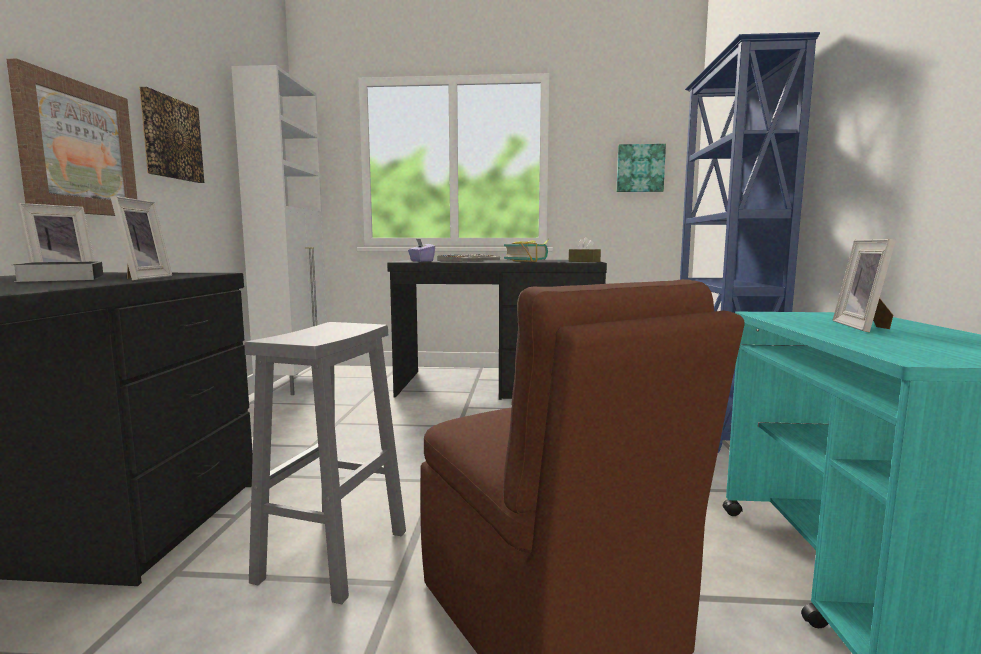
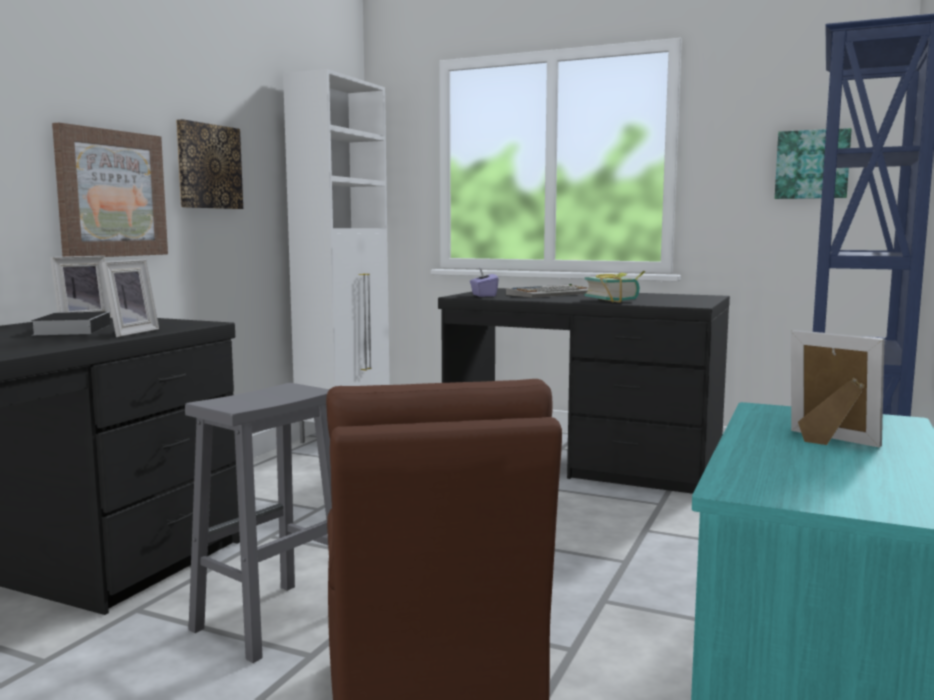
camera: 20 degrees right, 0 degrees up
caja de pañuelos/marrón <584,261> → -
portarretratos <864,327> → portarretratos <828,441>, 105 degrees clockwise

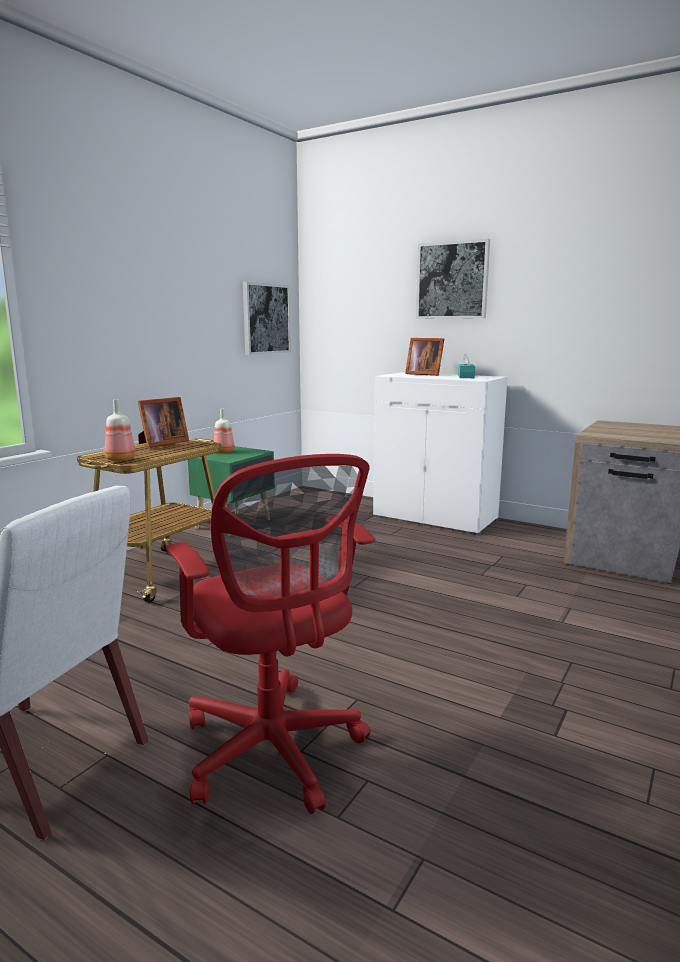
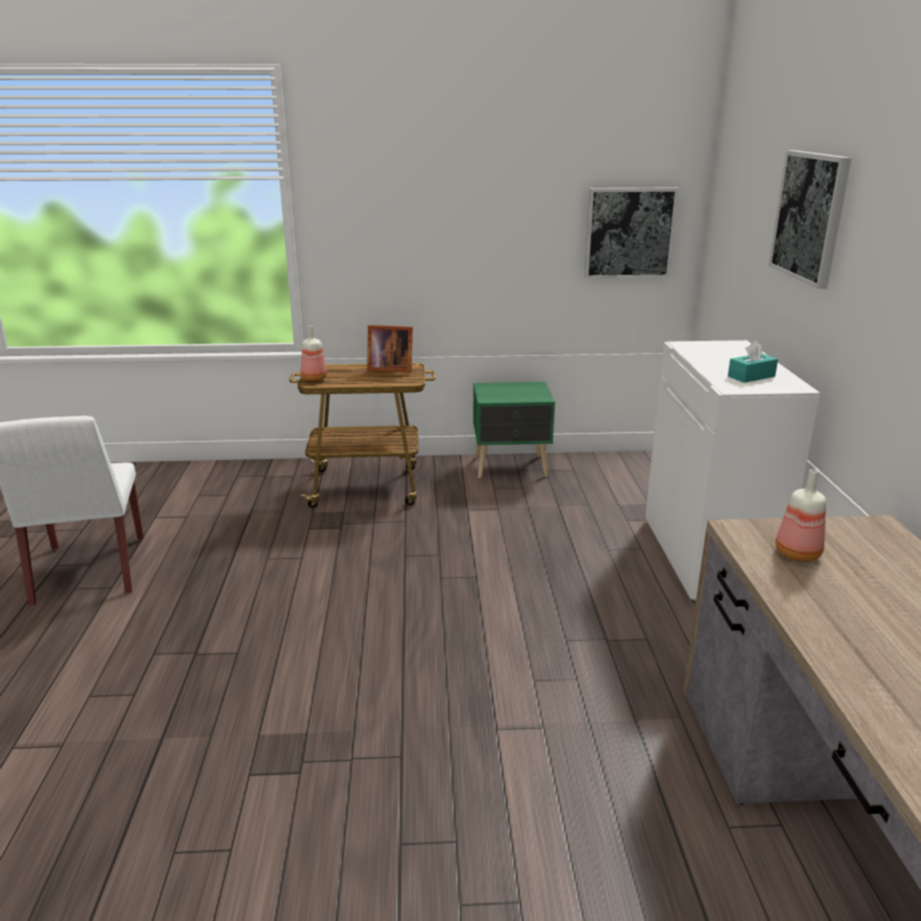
camera: 55 degrees right, 10 degrees up
portarretratos <423,374> → -
botella <224,452> → botella <798,554>, relocated
silla de oficina/rojo <275,753> → -

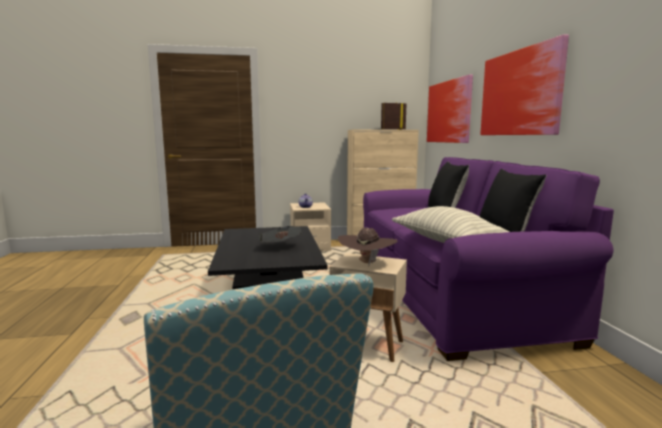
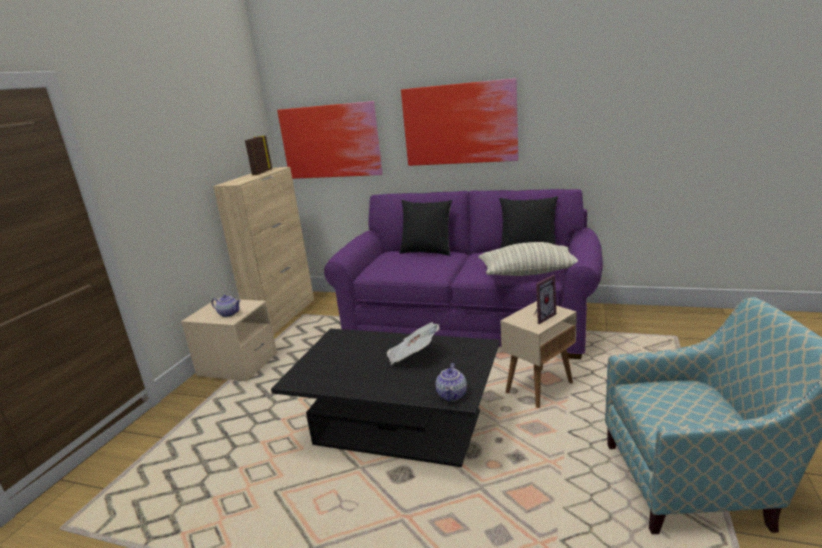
camera: 60 degrees left, 10 degrees up
sombrero/marrón <367,263> → portarretratos <541,317>
- → tetera <452,395>

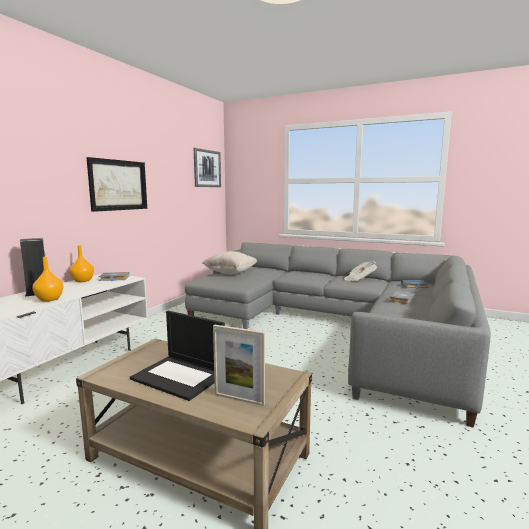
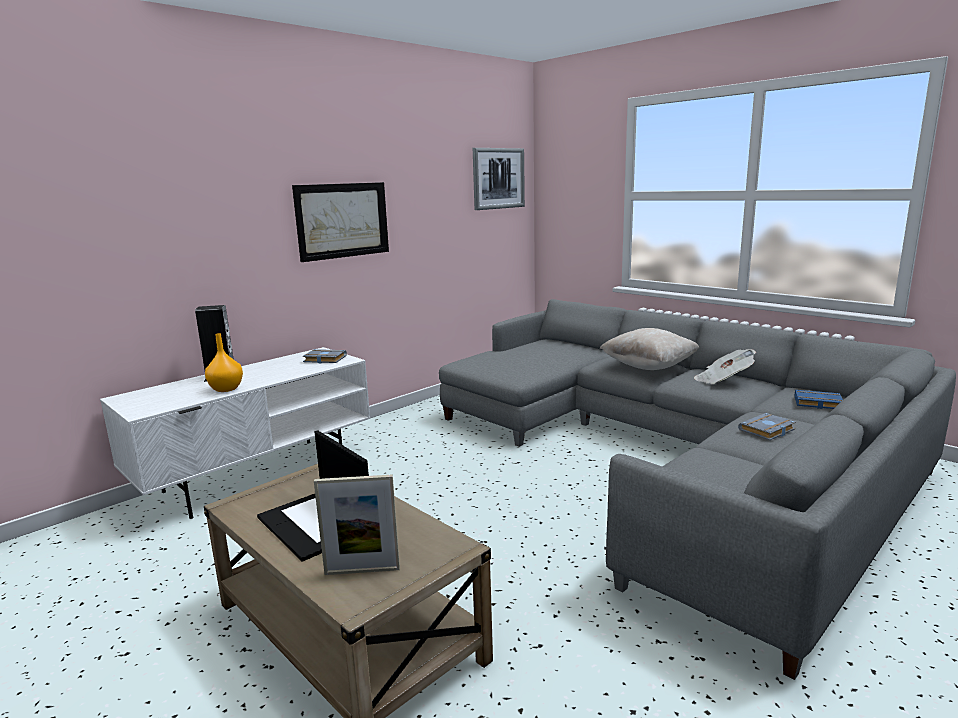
camera: 20 degrees right, 5 degrees up
florero/naranja <82,281> → -
cojín/beis <230,273> → cojín/beis <648,367>, relocated
portarretratos <239,399> → portarretratos <362,571>, 45 degrees counterclockwise

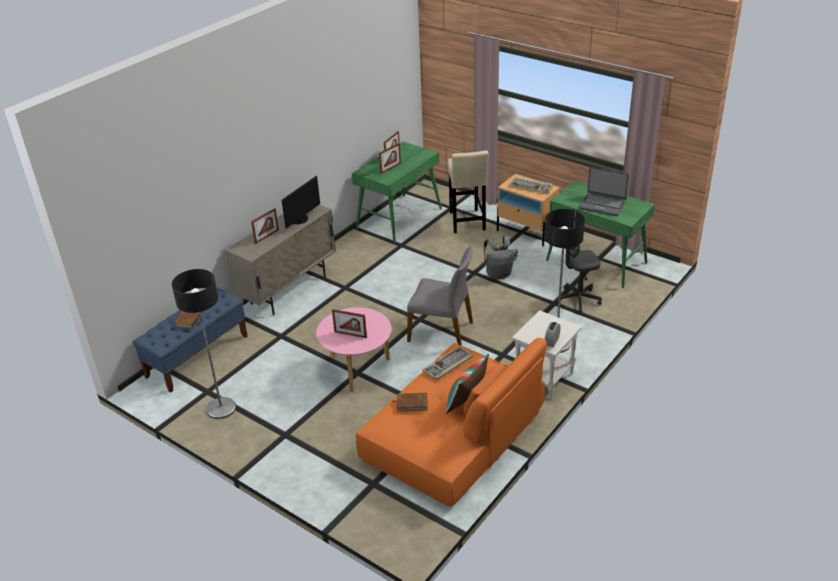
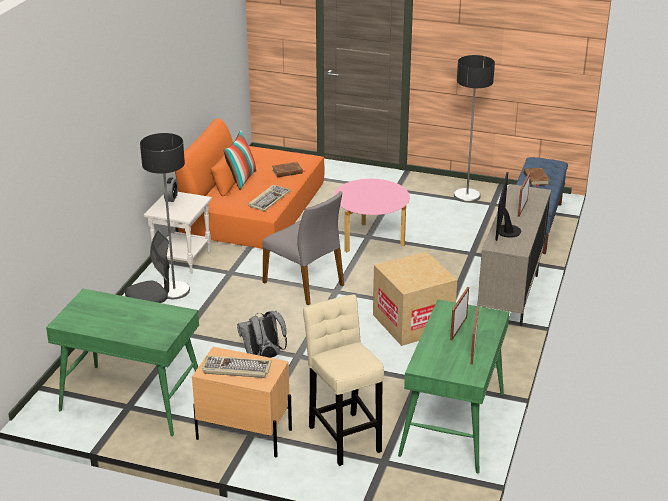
camera: 160 degrees right, 5 degrees down
portátil <602,205> → -
silla/gris <441,331> → silla/gris <305,283>, 135 degrees counterclockwise
portarretratos <350,334> → -
- → caja de cartón <413,322>

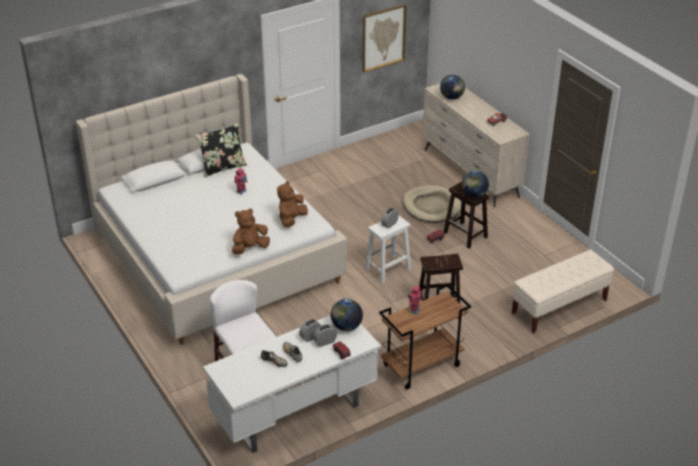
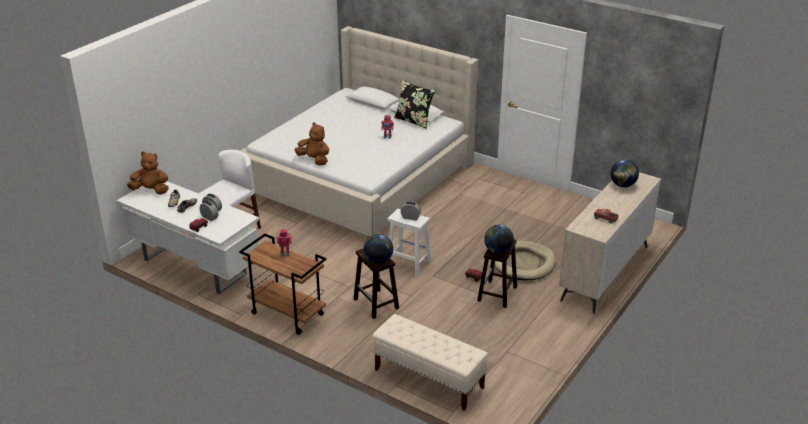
camera: 65 degrees right, 5 degrees down
cuadro <383,38> → -
peluche/marrón <291,219> → peluche/marrón <151,190>, relocated
globo terráqueo <346,326> → globo terráqueo <378,260>, relocated

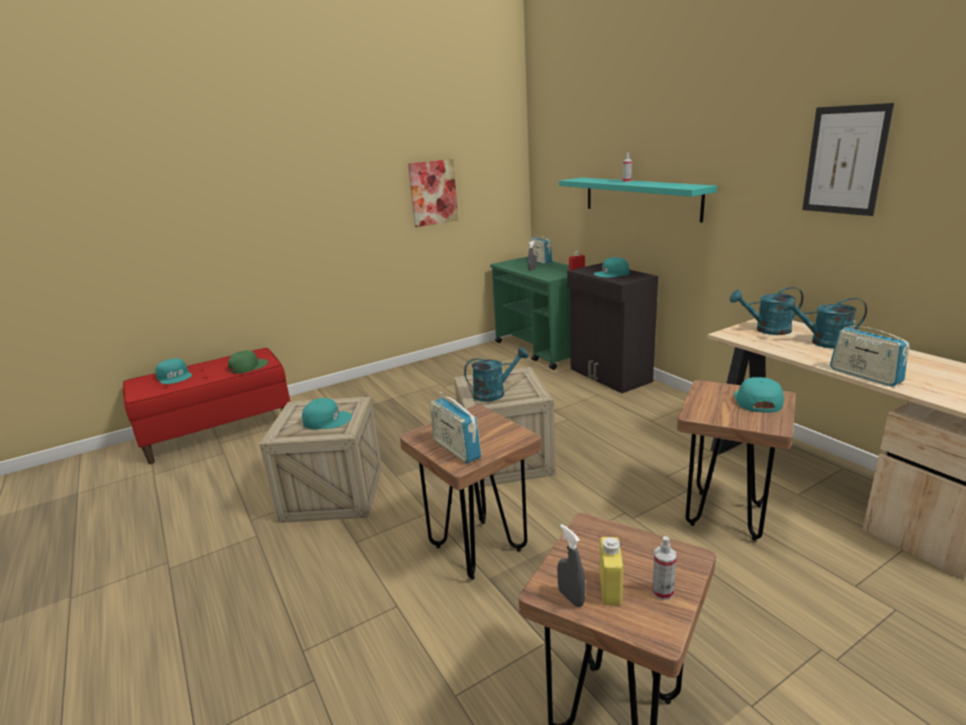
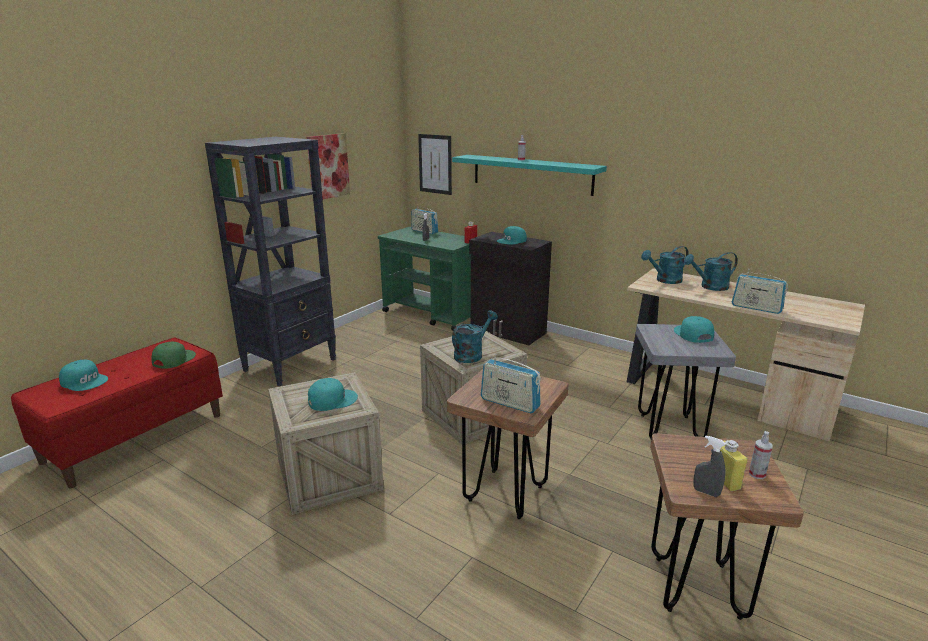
camera: 25 degrees left, 0 degrees up
cuadro <845,160> → cuadro <435,164>, relocated
taburete/marrón <725,515> → taburete/gris <669,428>
- → estantería/negro <291,365>

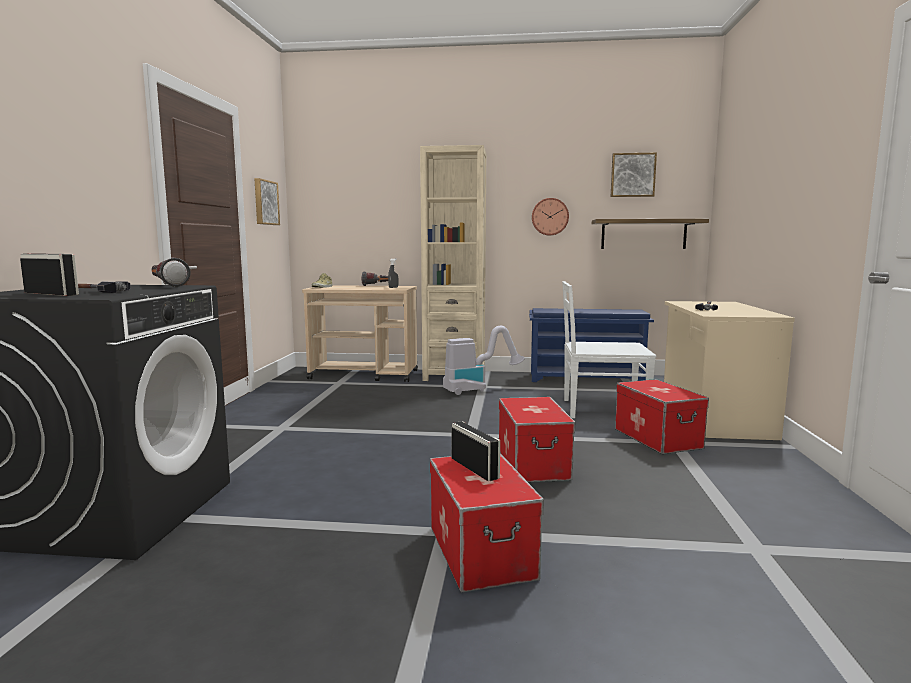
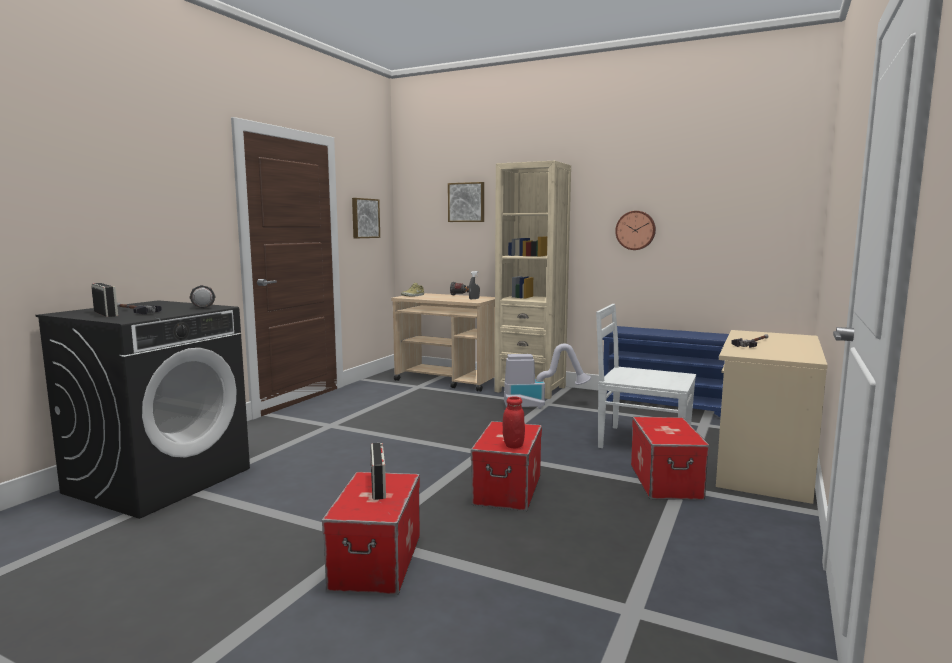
camera: 20 degrees right, 0 degrees up
cuadro <632,175> → cuadro <466,202>, relocated
estante <643,234> → -
- → tarro/rojo <513,445>

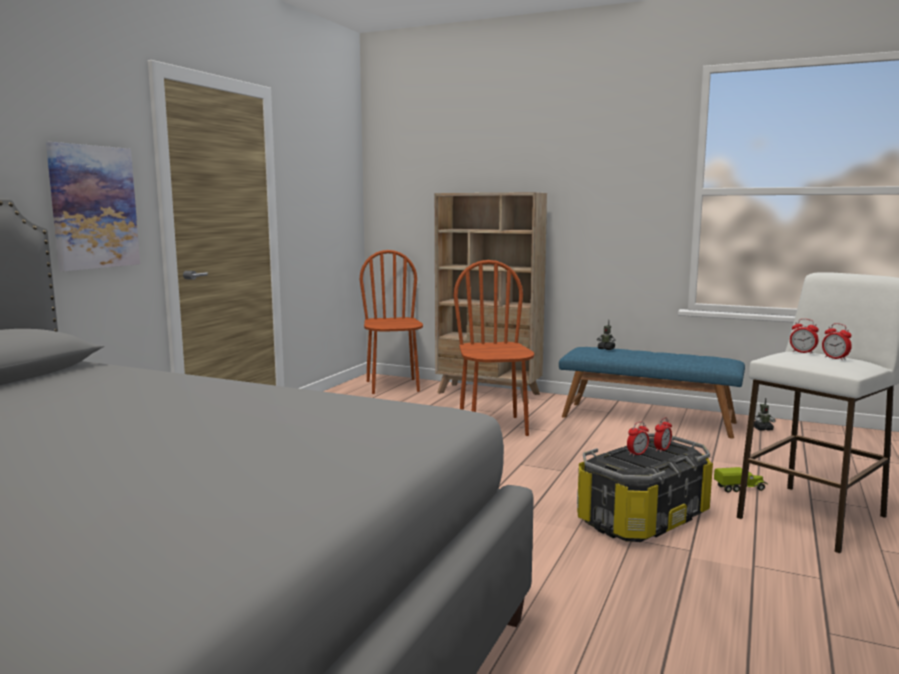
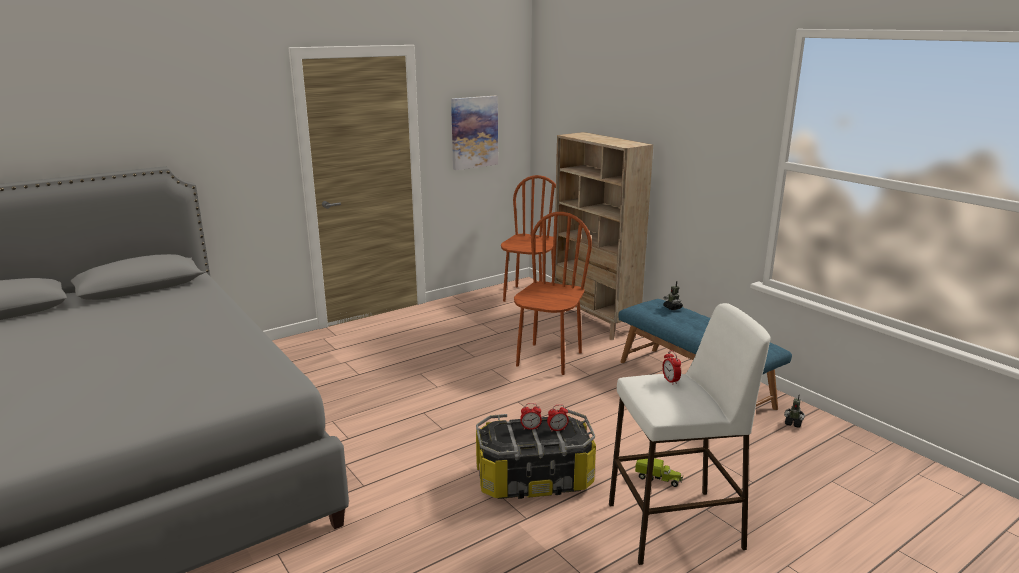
camera: 30 degrees right, 10 degrees up
cuadro <93,207> → cuadro <474,132>, relocated
despertador <835,358> → -

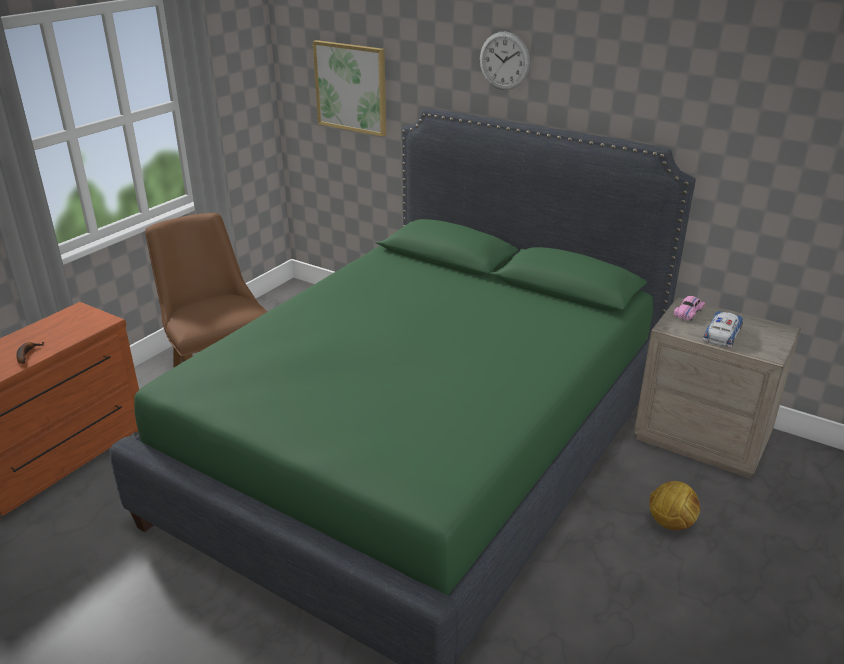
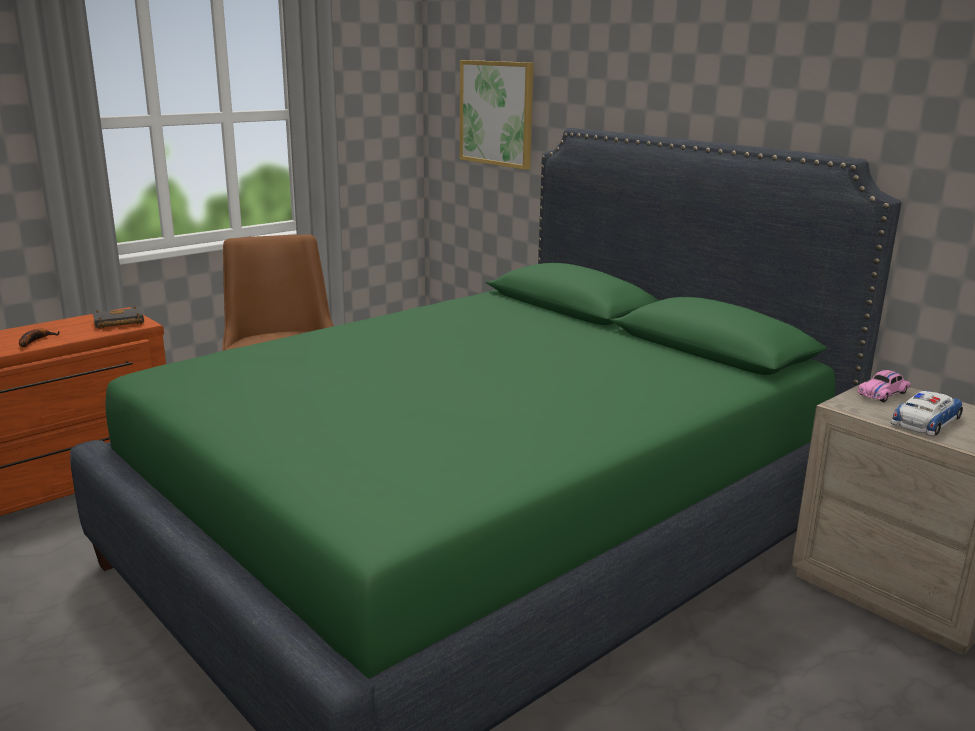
camera: 15 degrees right, 10 degrees down
reloj de pared <504,61> → -
balón de fútbol <670,523> → -
- → libro/negro <117,323>

